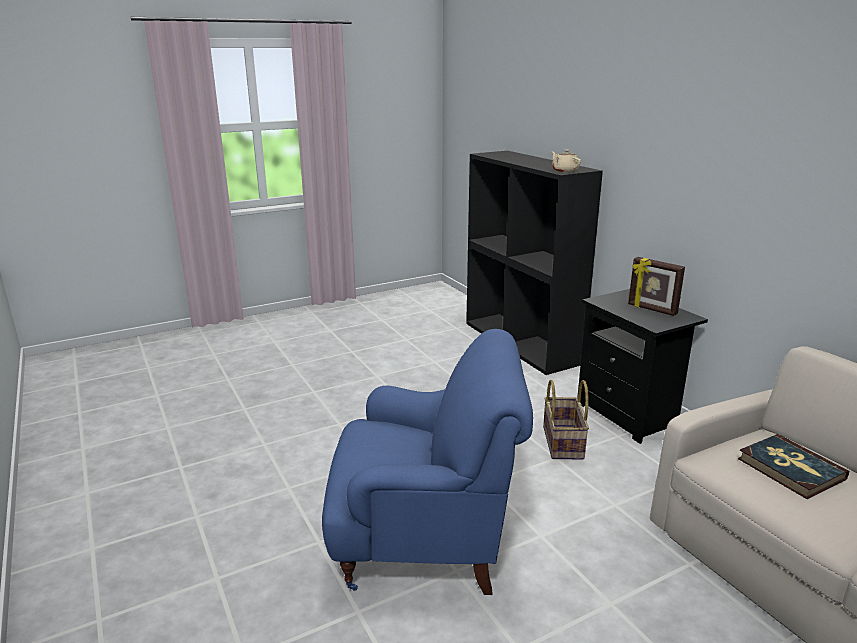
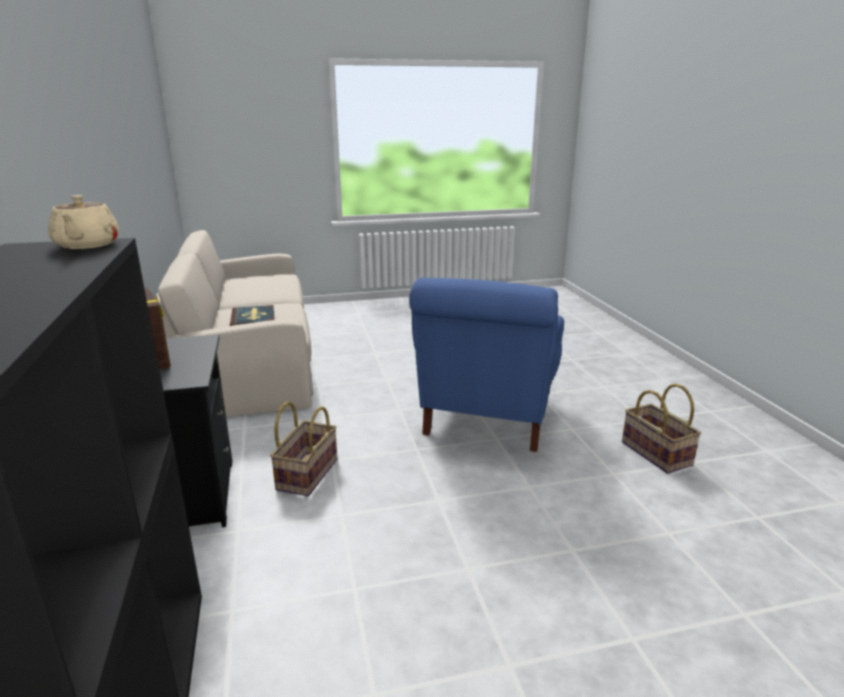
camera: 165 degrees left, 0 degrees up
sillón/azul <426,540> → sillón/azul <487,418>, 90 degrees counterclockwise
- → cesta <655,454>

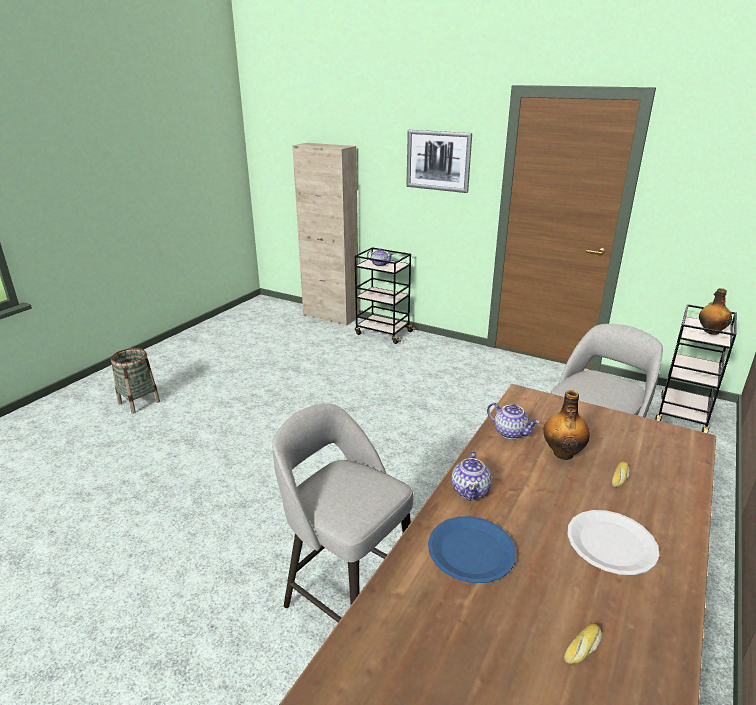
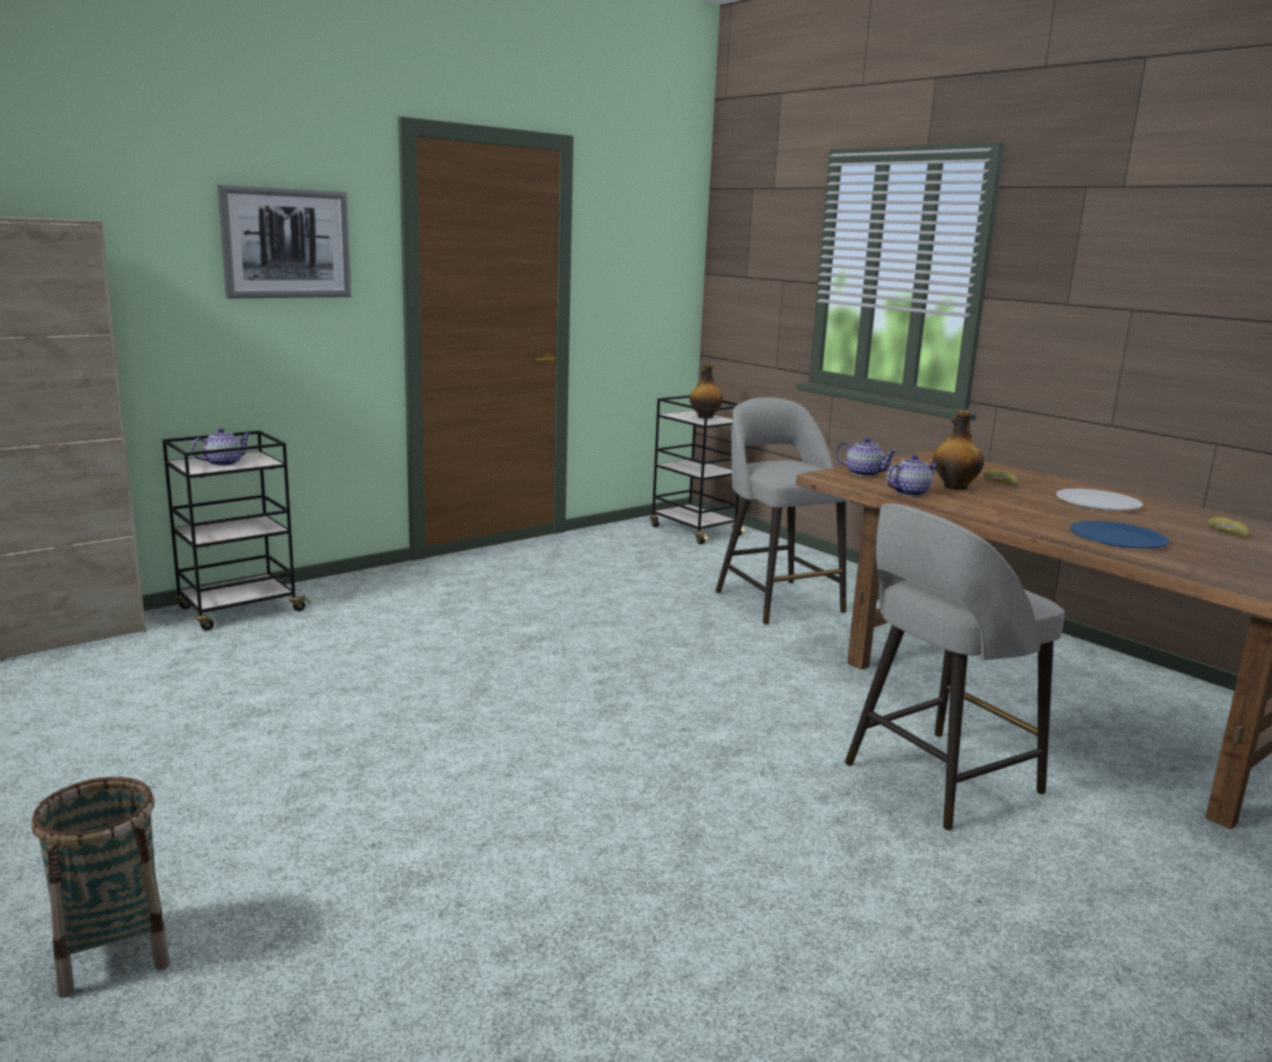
camera: 70 degrees left, 10 degrees down
tetera <471,490> → tetera <863,473>, relocated

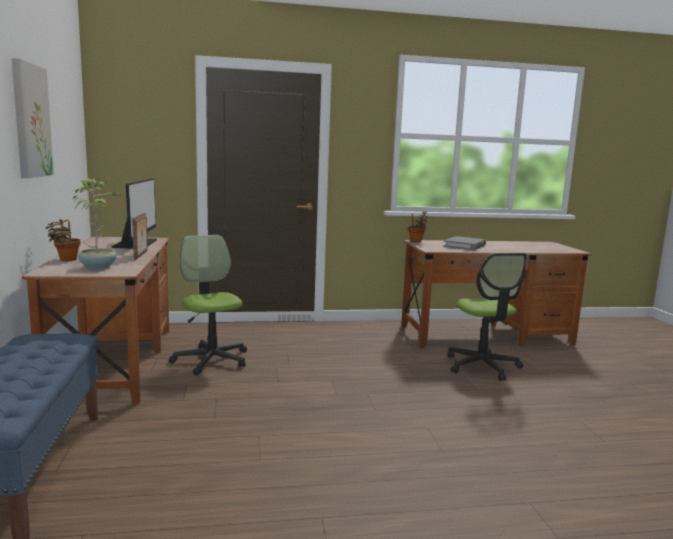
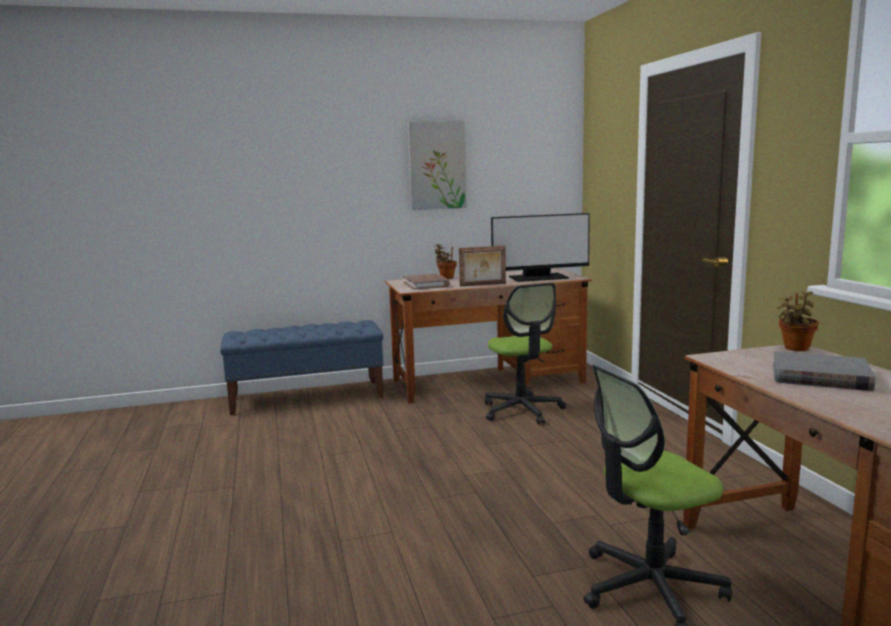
camera: 85 degrees right, 0 degrees up
planta en maceta <98,267> → libro/marrón <426,284>
silla de oficina <211,360> → silla de oficina <522,410>, 105 degrees clockwise

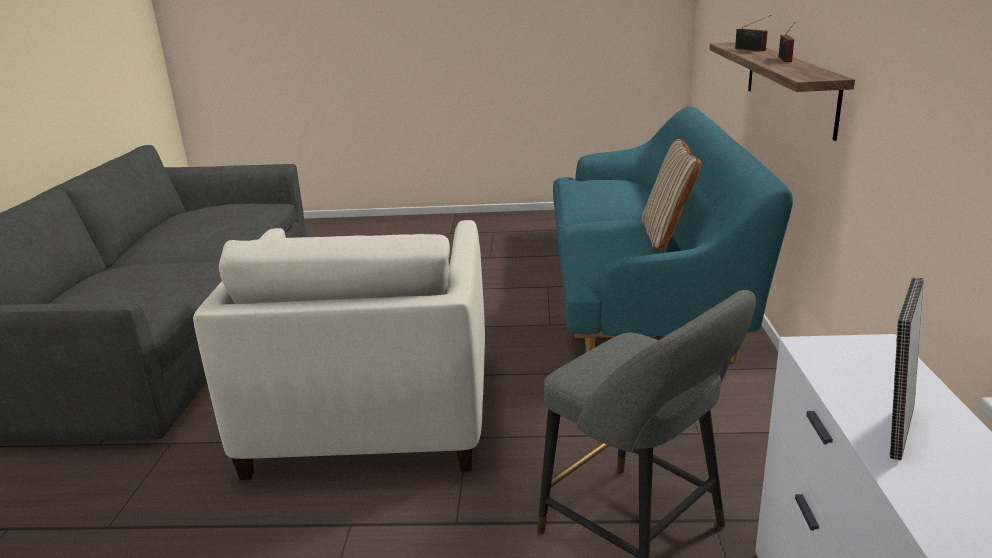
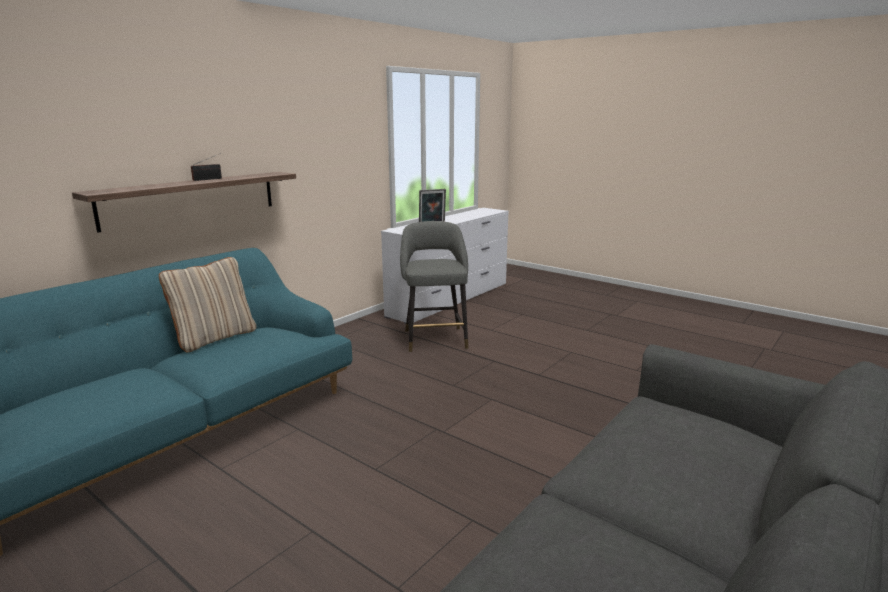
camera: 145 degrees left, 5 degrees down
radio <751,50> → -
sillón/beis <374,412> → -

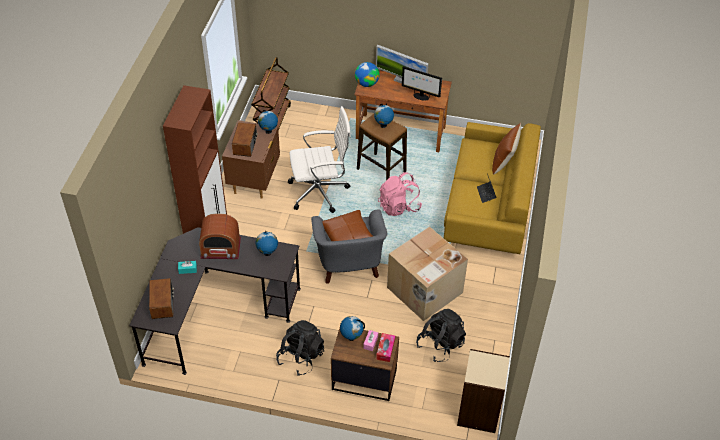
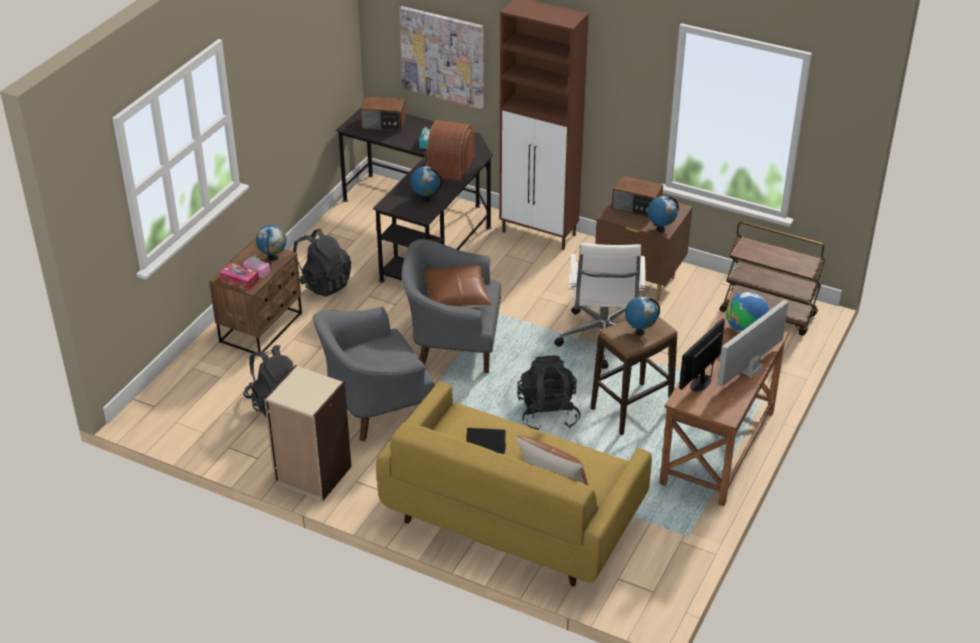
camera: 105 degrees right, 10 degrees down
mochila/rosa <399,206> → mochila/negro <548,413>
caja de cartón <424,291> → sillón/gris <374,407>
estantería/beis <479,412> → estantería/beis <312,475>, relocated
- → cuadro <443,56>

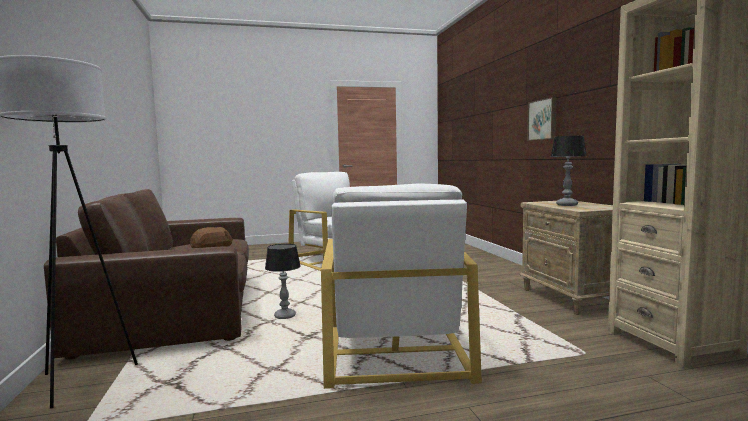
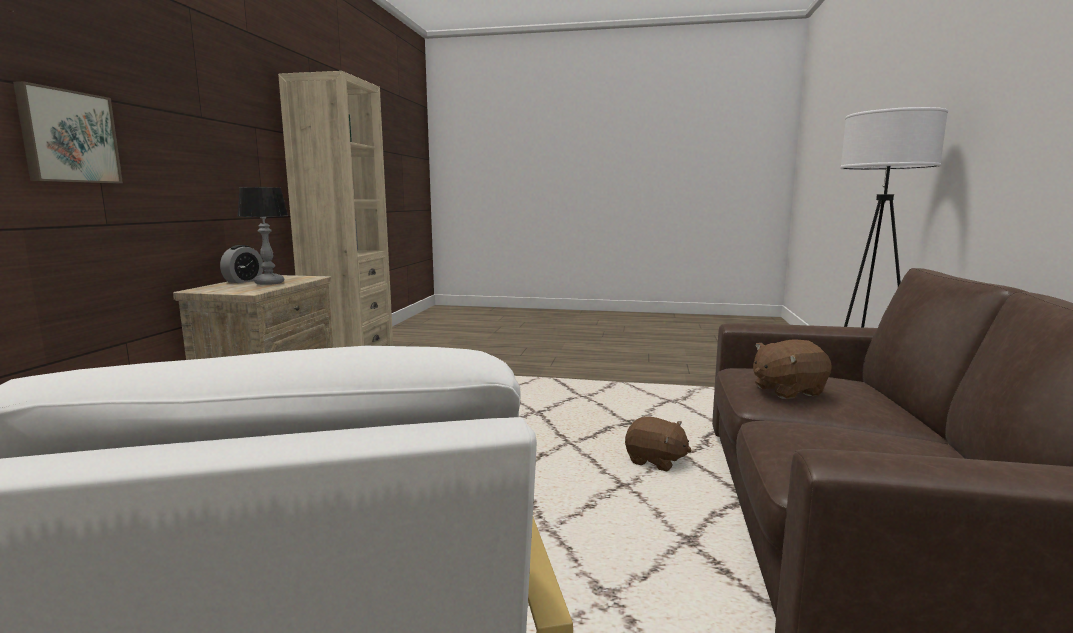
camera: 155 degrees left, 5 degrees up
sillón/blanco <395,350> → -
lámpara de mesa <285,316> → peluche/marrón <655,461>
- → despertador <243,281>

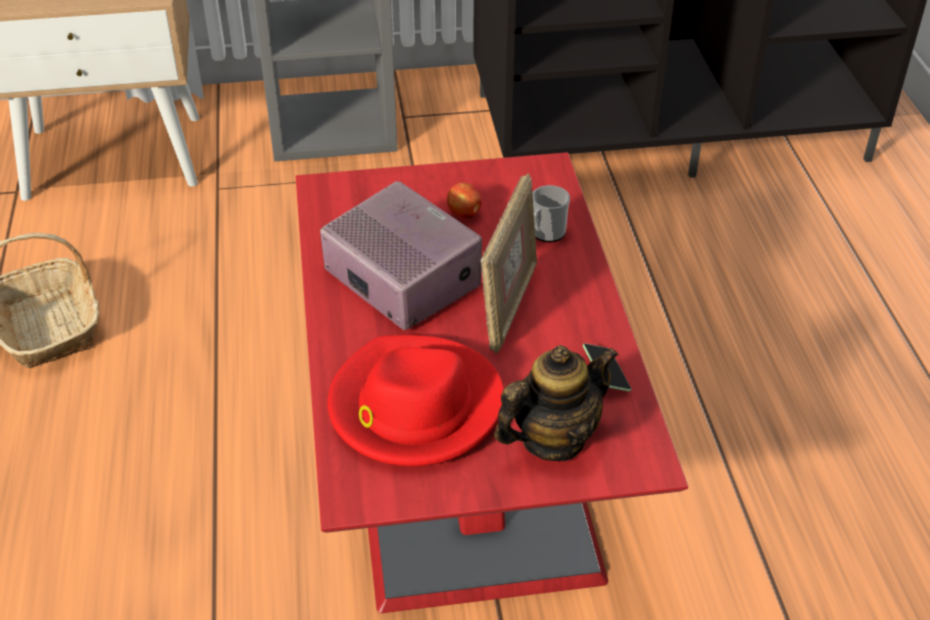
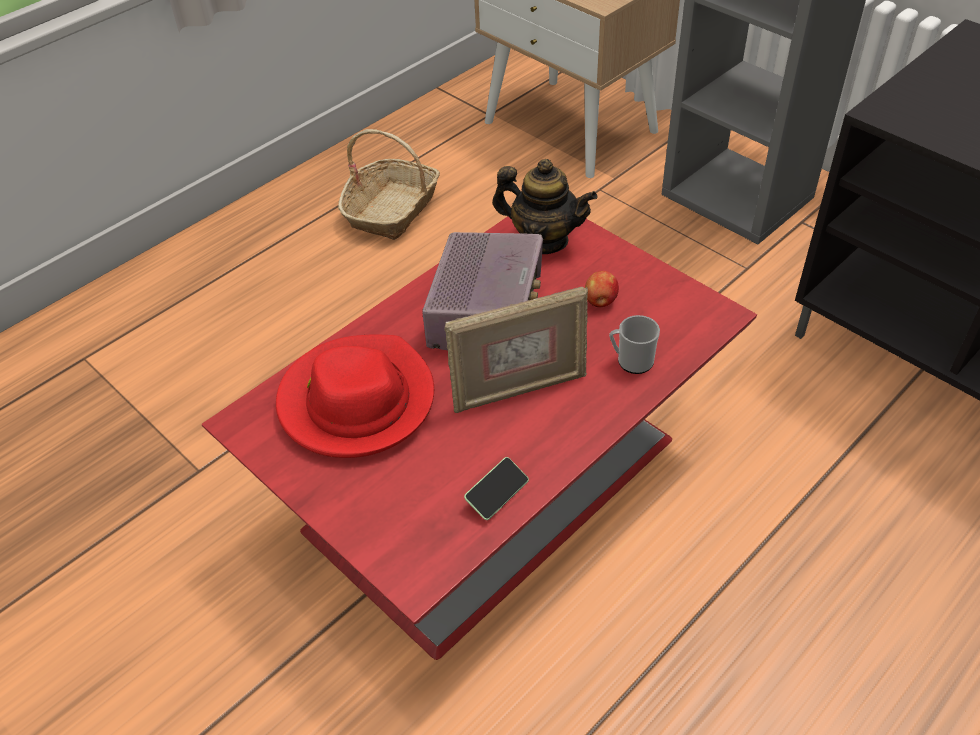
camera: 55 degrees right, 5 degrees up
tetera <553,439> → tetera <543,240>, relocated

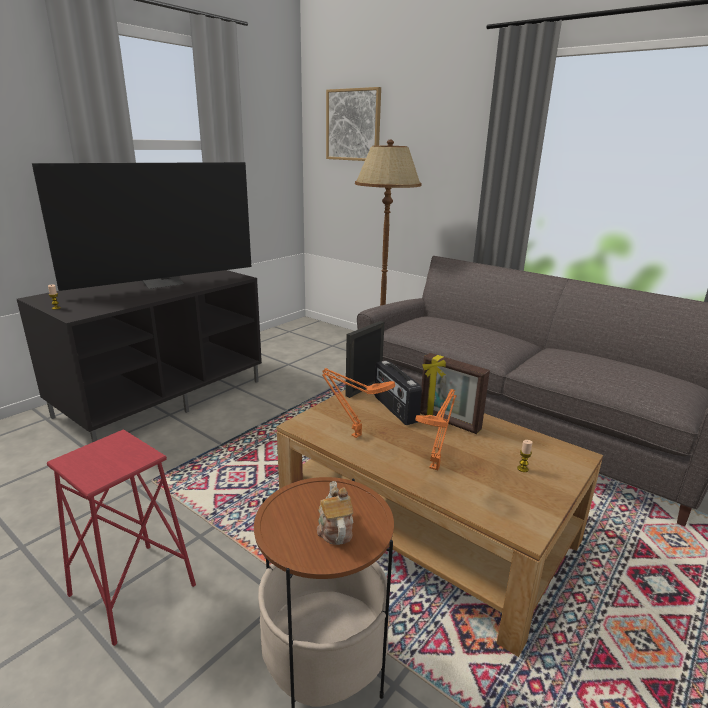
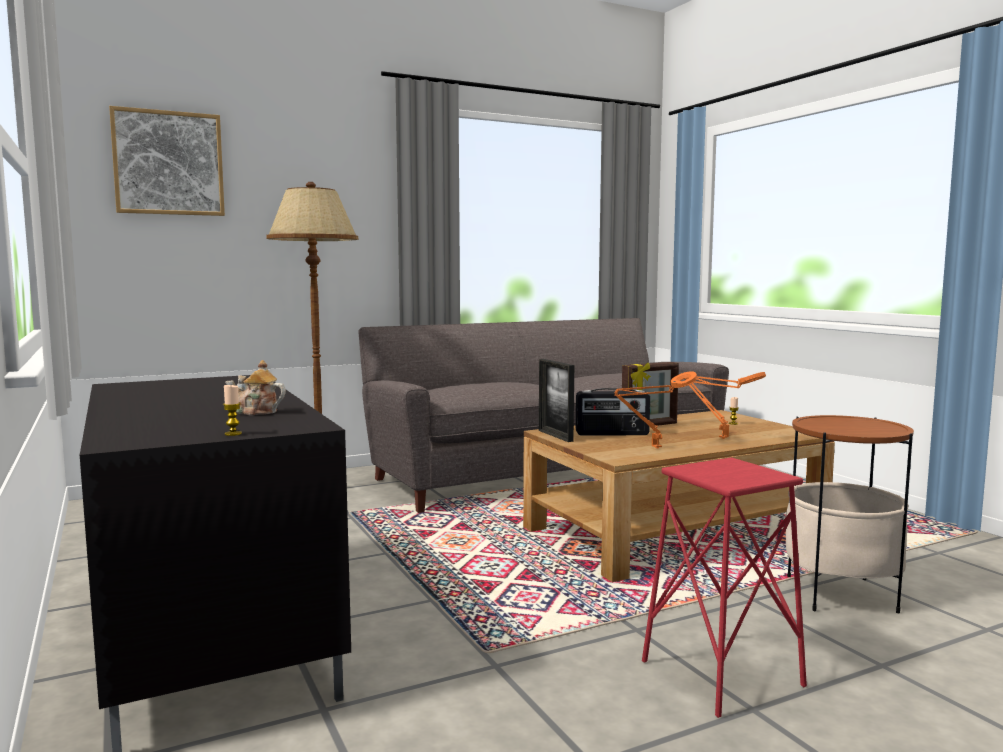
camera: 65 degrees left, 15 degrees down
televisor <163,283> → -
tetera <334,528> → tetera <254,412>, relocated

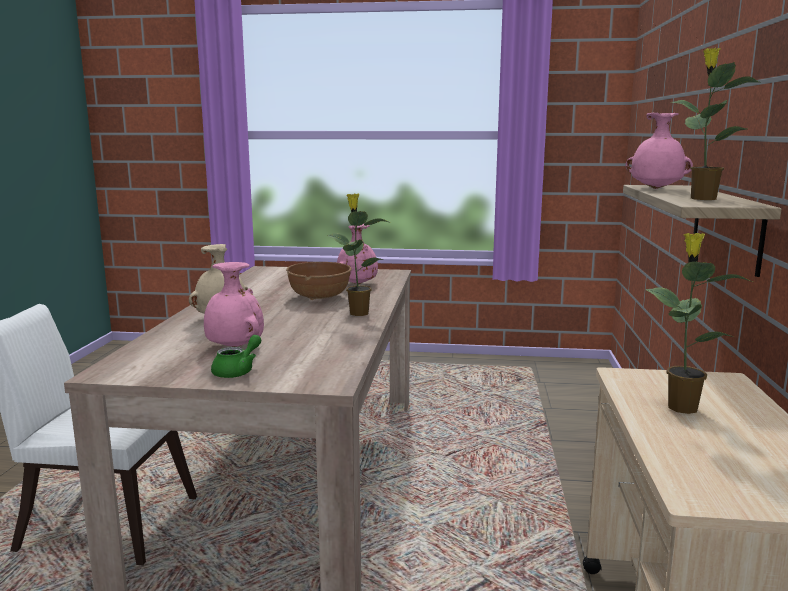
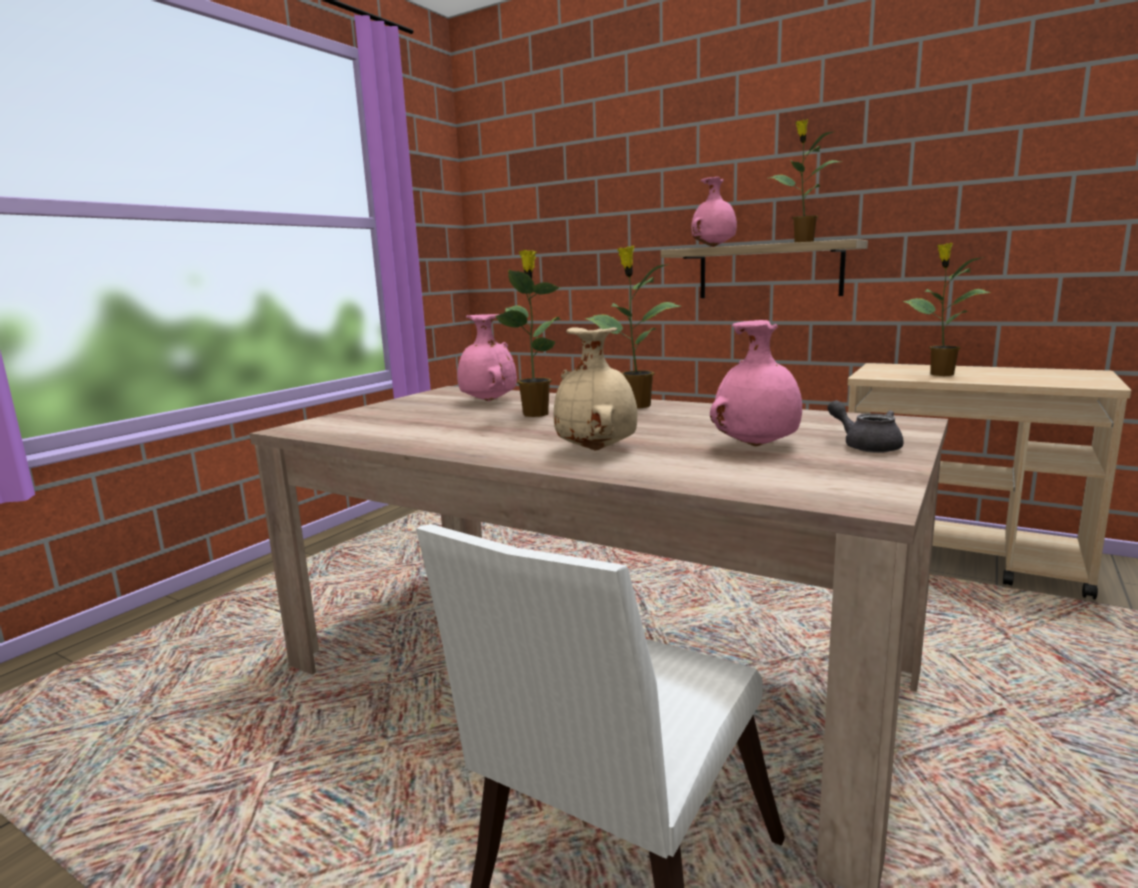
camera: 65 degrees left, 0 degrees up
cuenco/marrón <320,297> → planta en maceta <535,413>
tetera/verde <238,371> → tetera/gris <866,446>

